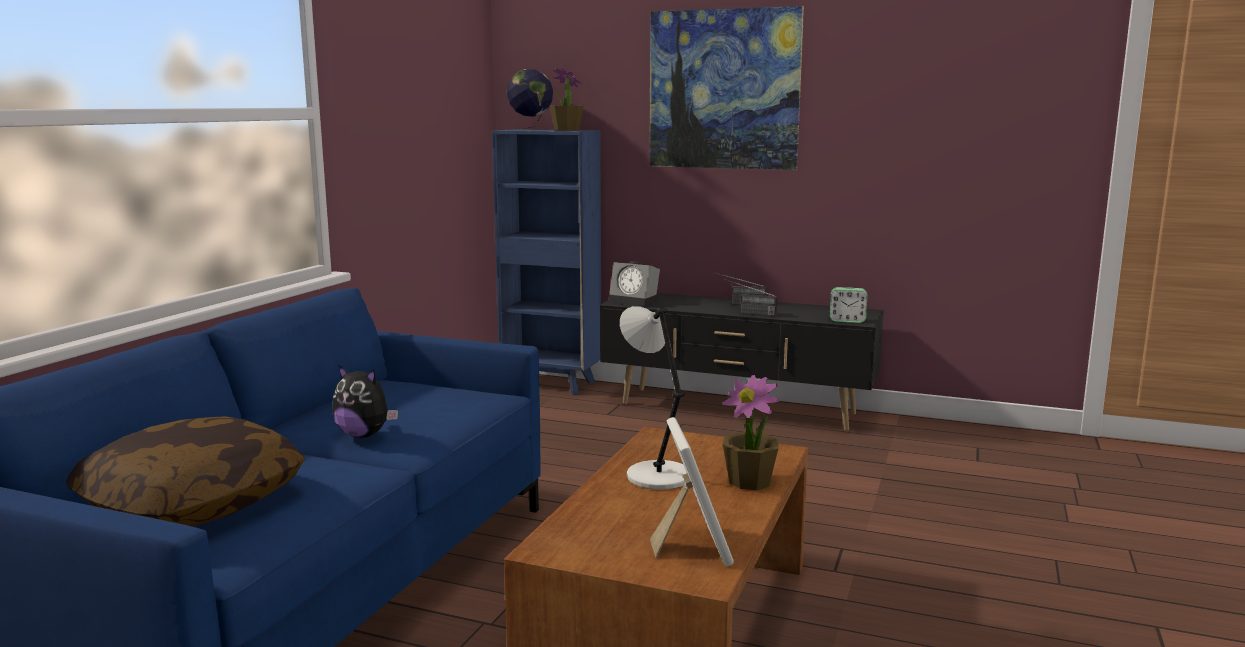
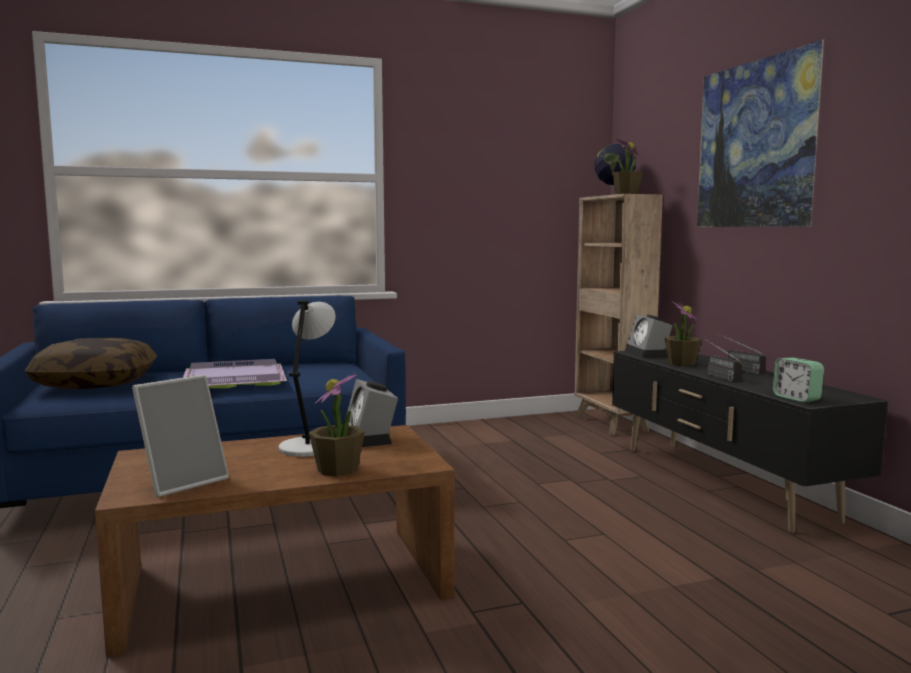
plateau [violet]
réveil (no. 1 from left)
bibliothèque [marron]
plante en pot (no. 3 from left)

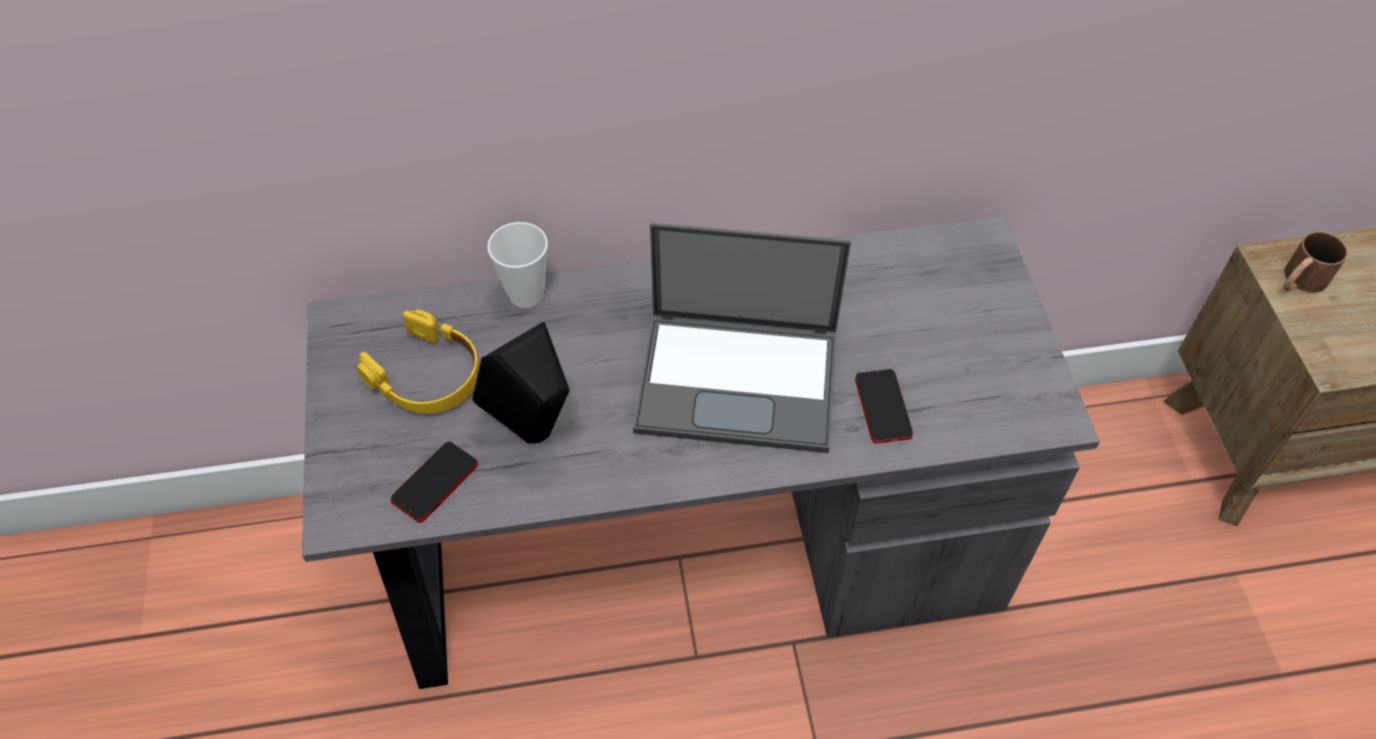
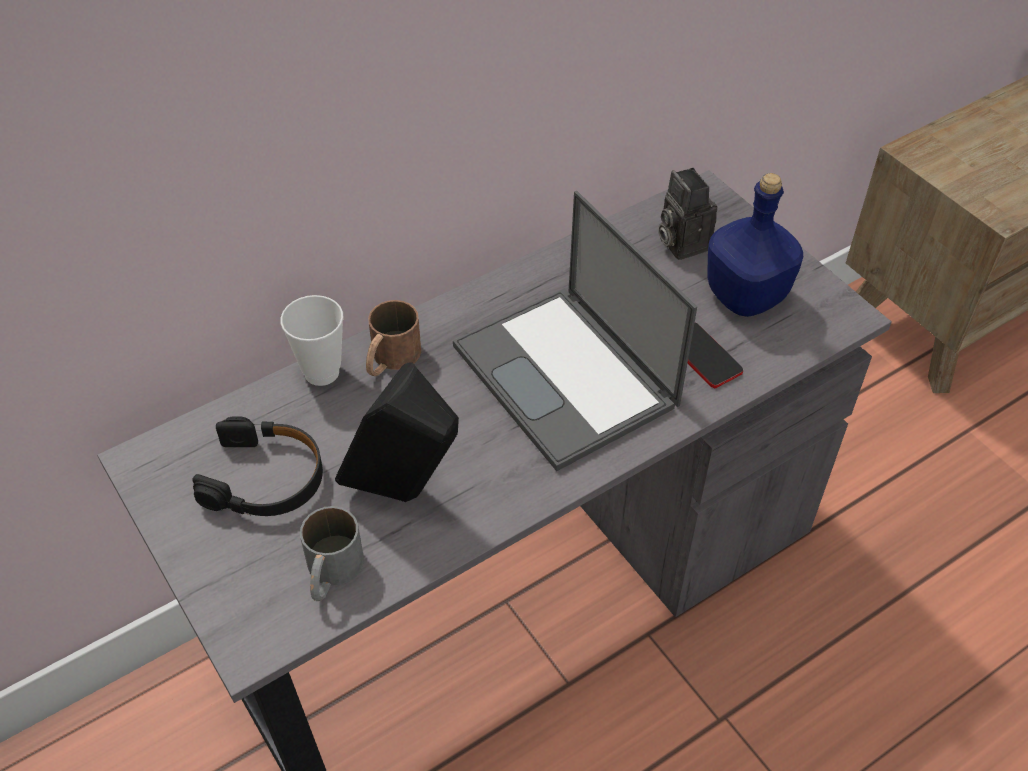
casque audio [noir]
mug [gris]
mug [marron]
ordinateur portable
appareil photo
bouteille [bleu]

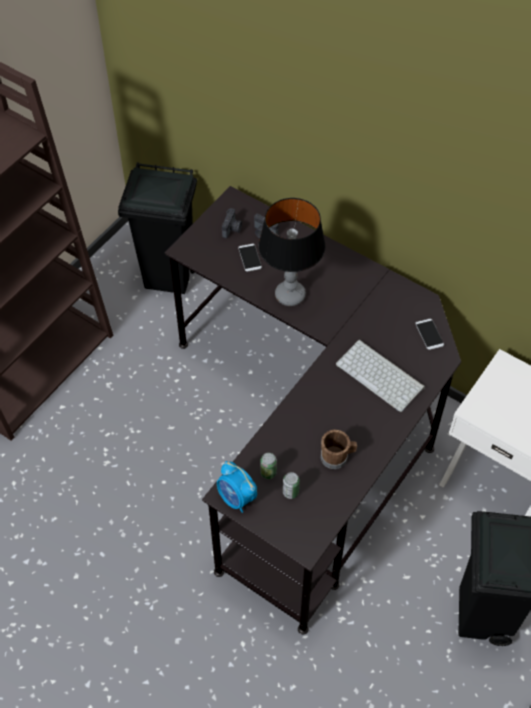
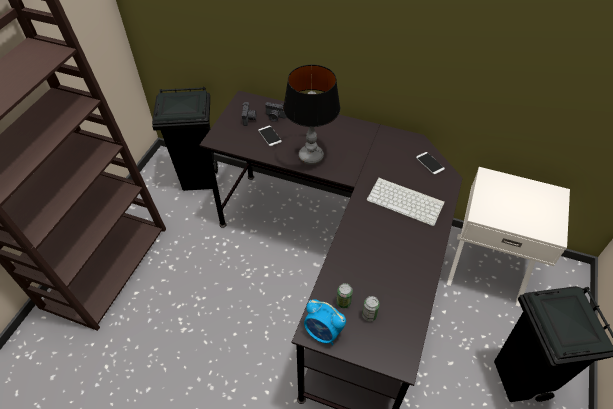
mug [marron]

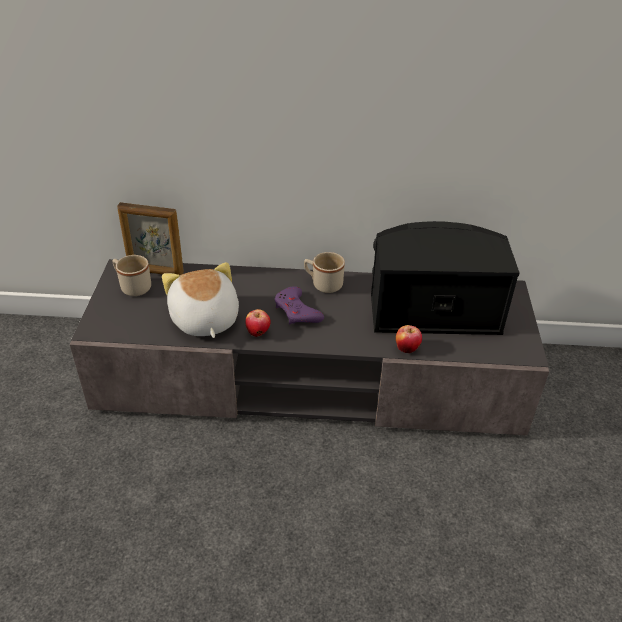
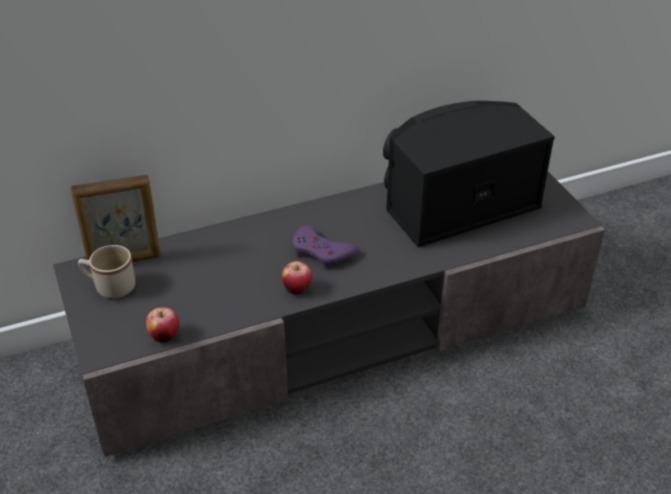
pomme (no. 1 from left)
peluche
mug [beige] (no. 2 from left in the first image)

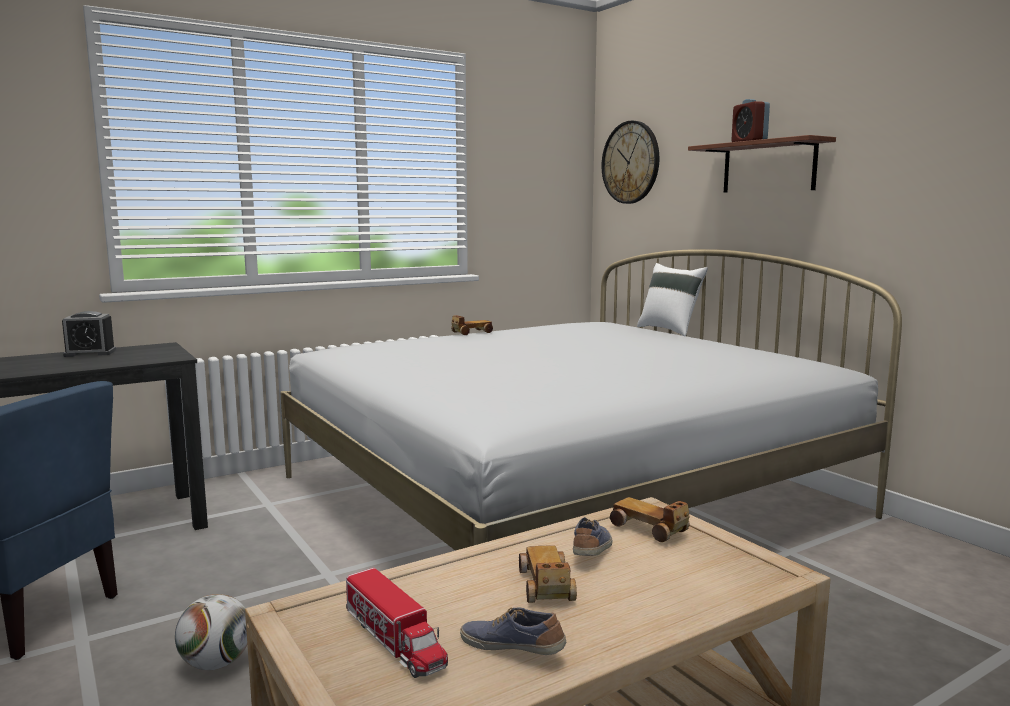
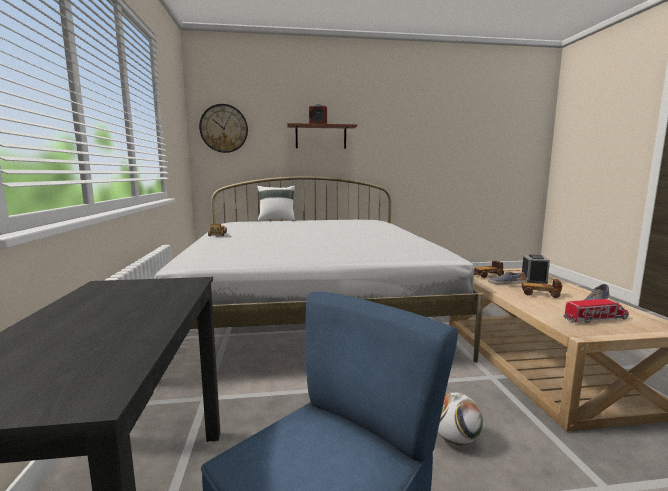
réveil (no. 2 from left)

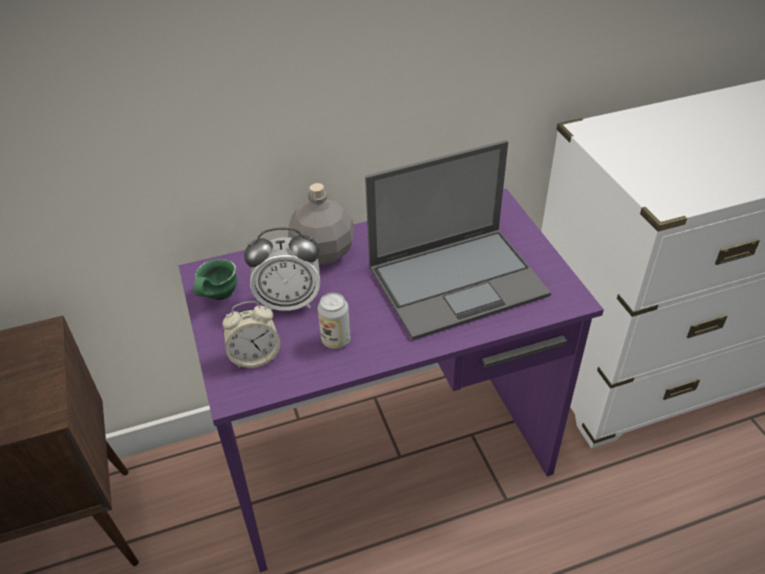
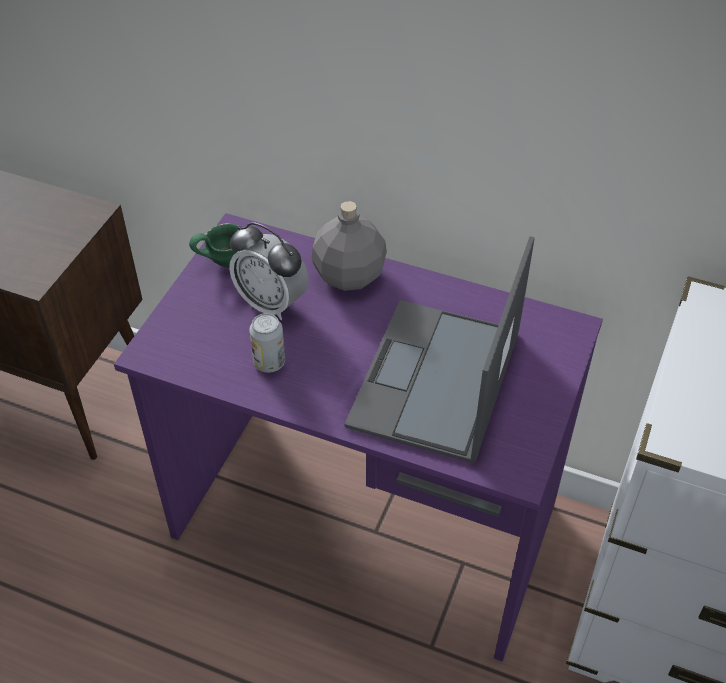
ordinateur portable
réveil (no. 1 from left in the first image)

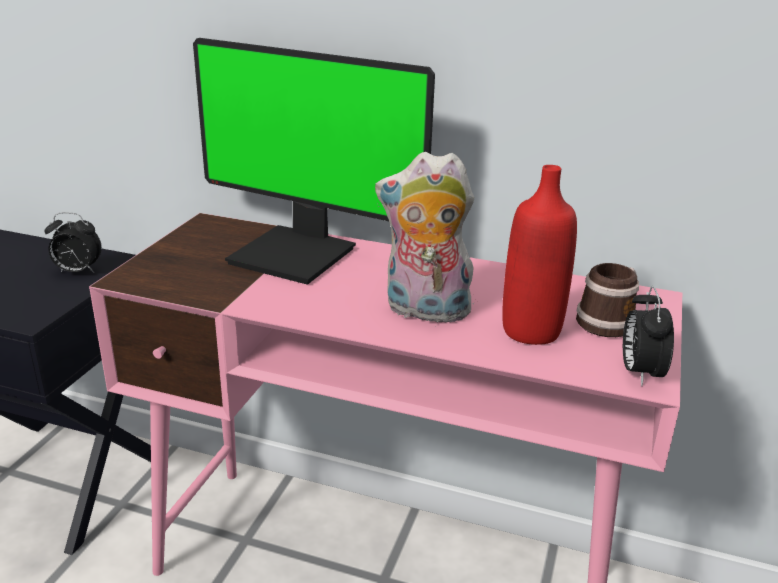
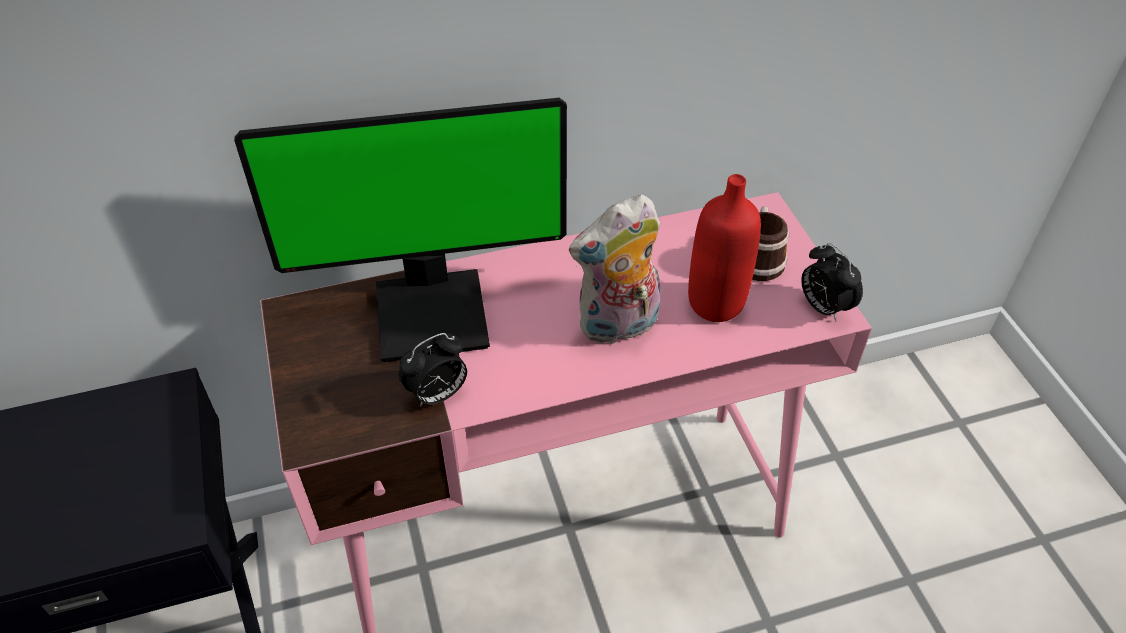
réveil (no. 1 from left)

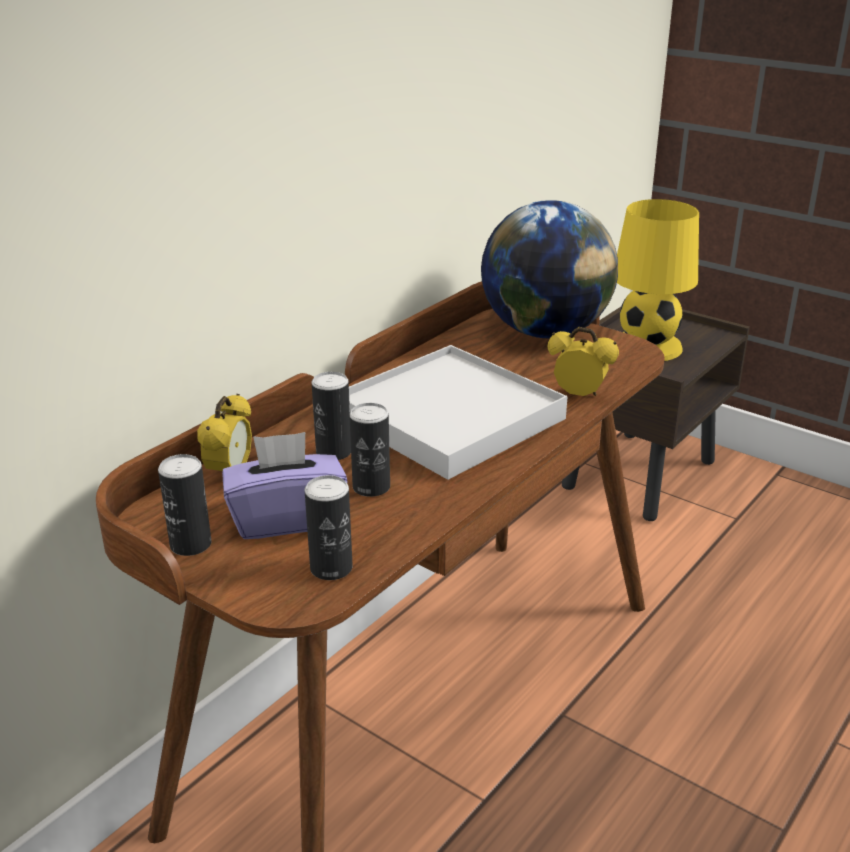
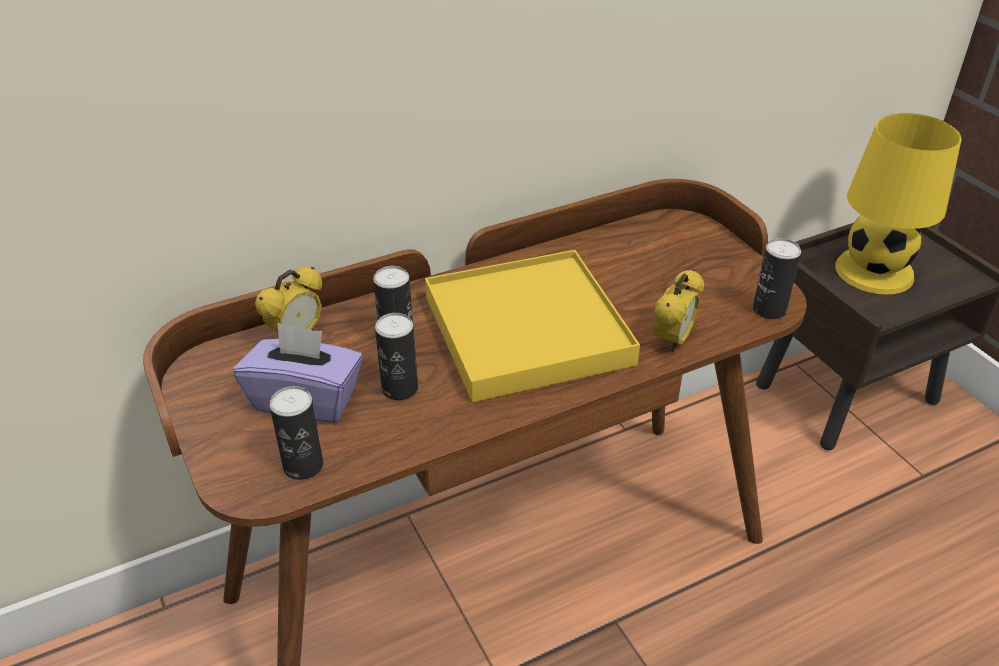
plateau [jaune]
réveil (no. 2 from left)
boîte métallique (no. 4 from left)
globe

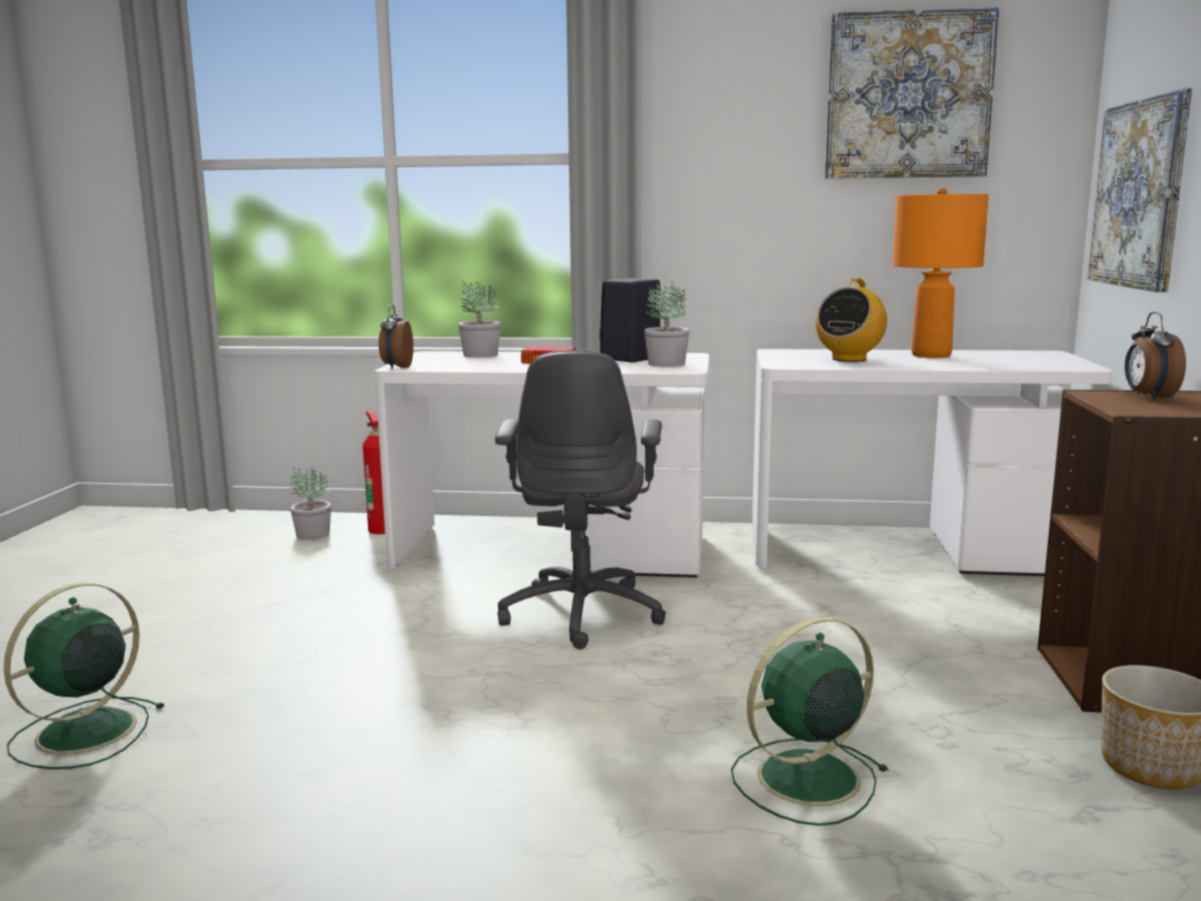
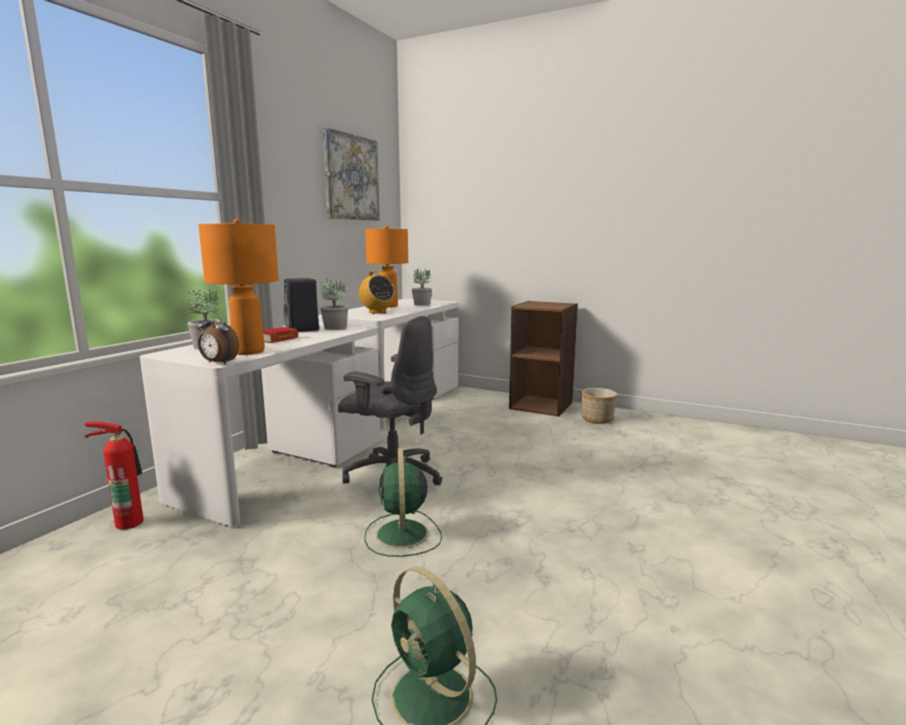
lampe de table [orange] (no. 1 from left)
ventilateur [vert] (no. 1 from left)
plante en pot (no. 3 from left)
tableau (no. 2 from left in the first image)
réveil (no. 2 from left in the first image)

